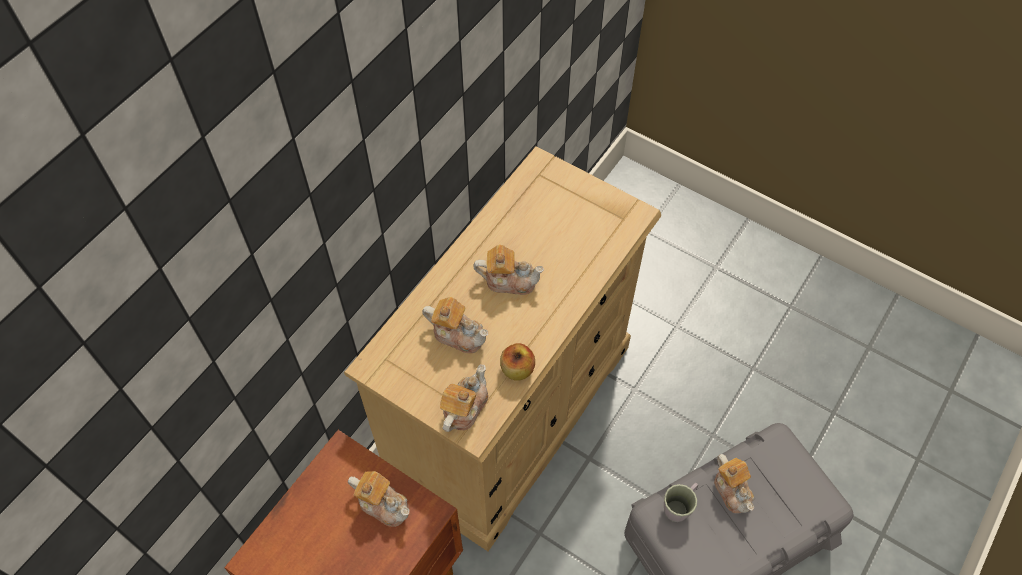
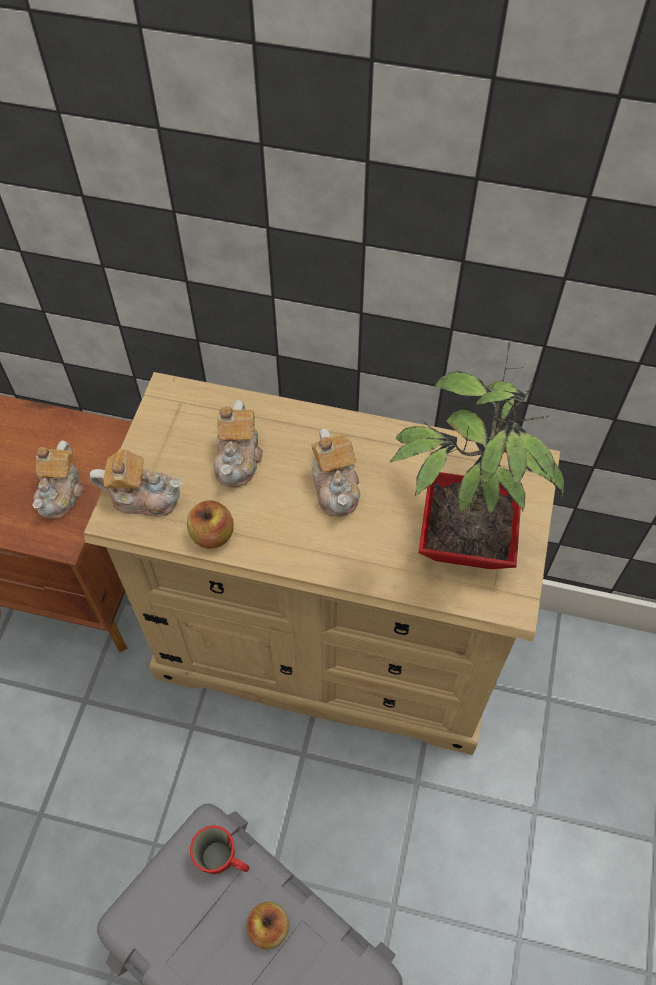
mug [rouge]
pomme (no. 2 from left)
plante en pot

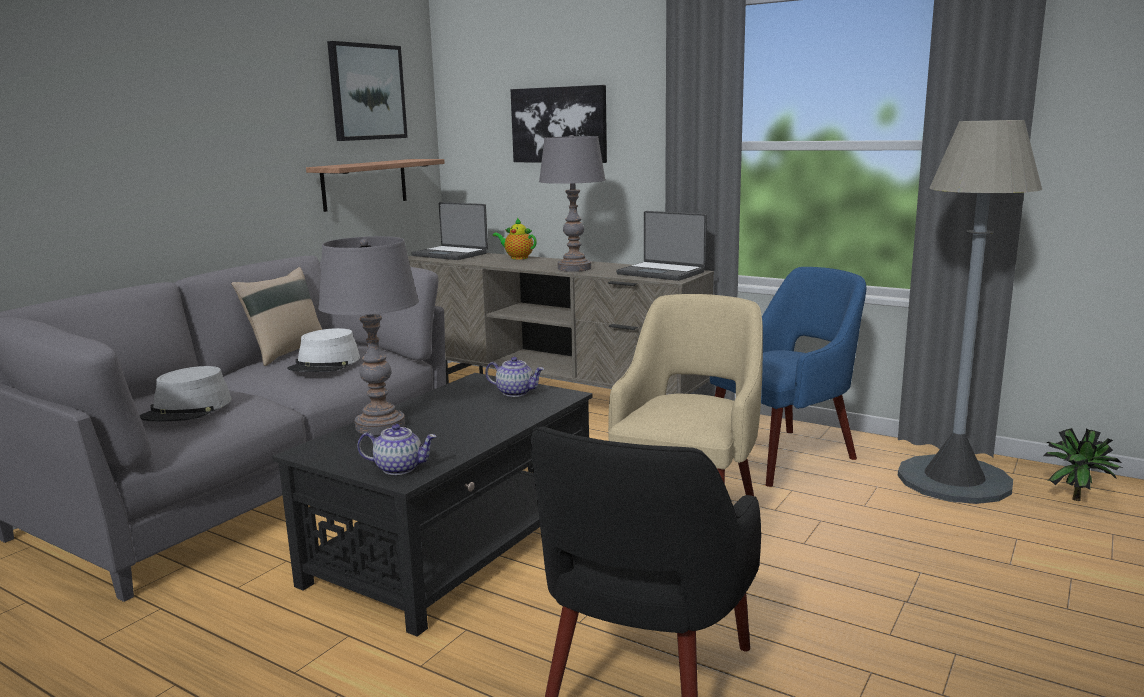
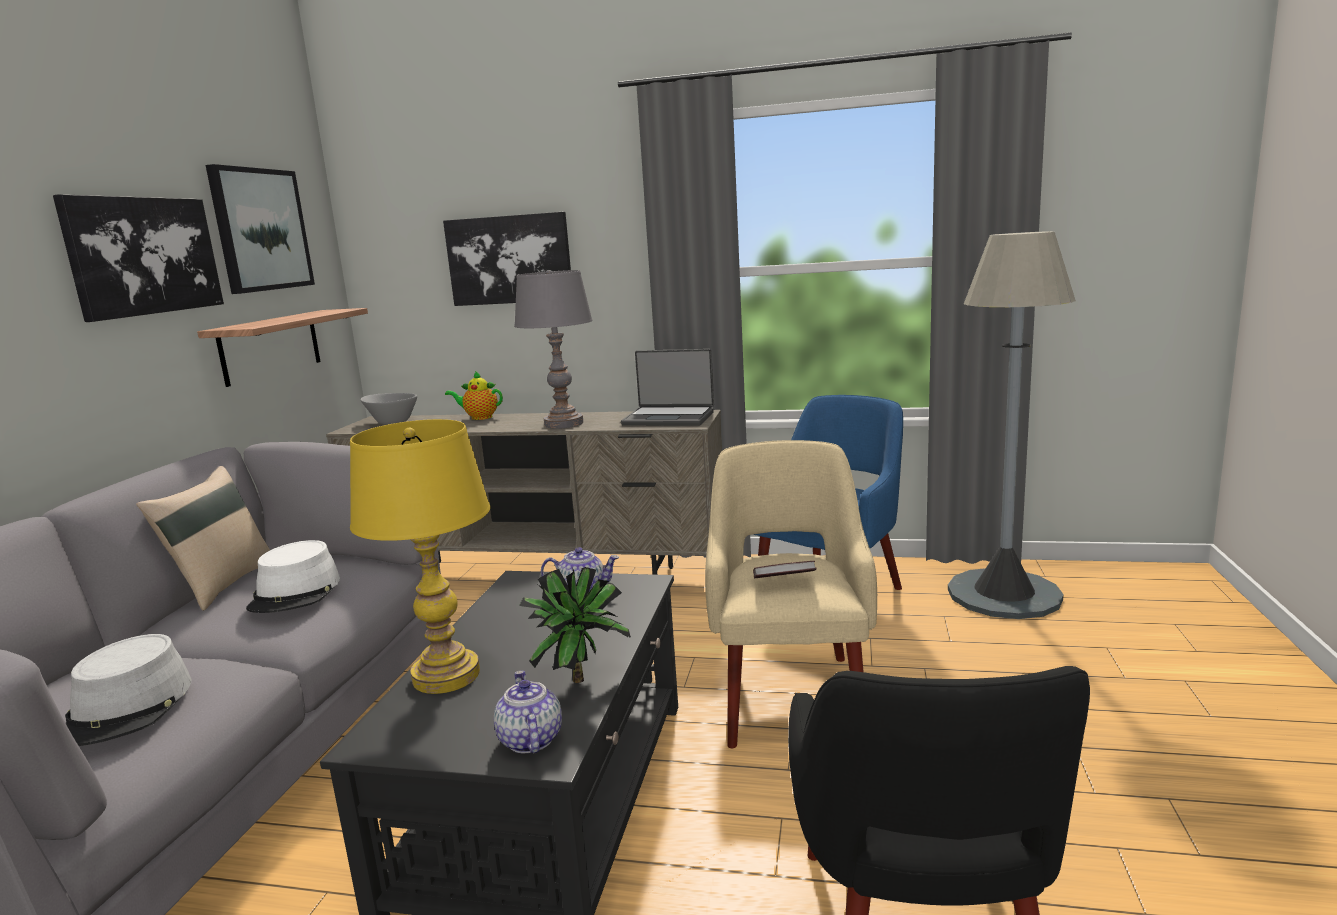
tableau (no. 1 from left)
lampe de table [jaune]
bol [gris]
théière (no. 2 from left)
plante en pot
livre

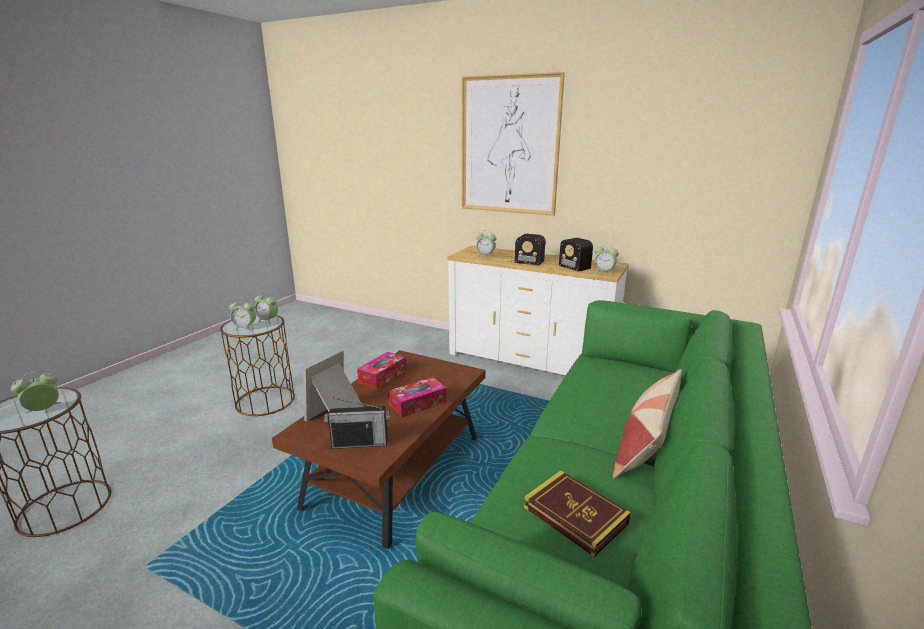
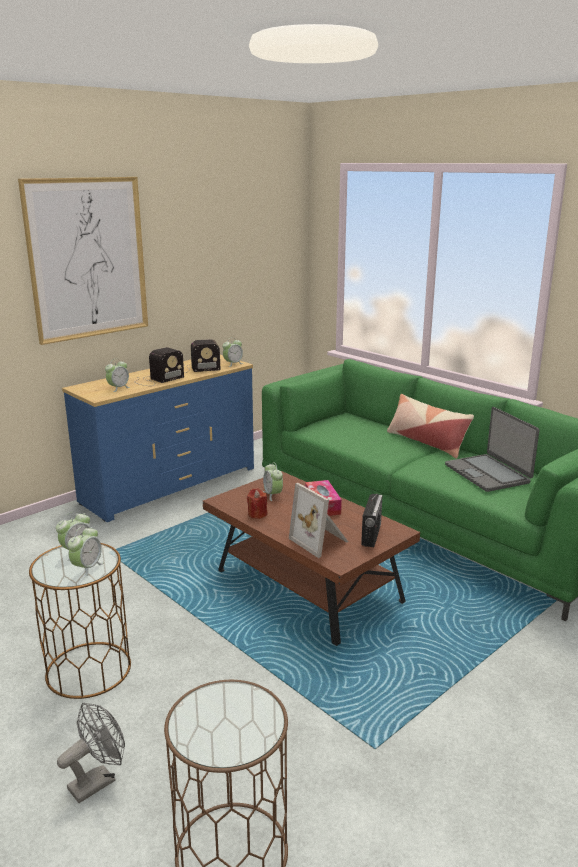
ventilateur [gris]
commode [bleu]
bougie [rouge]
réveil (no. 5 from left)
ordinateur portable

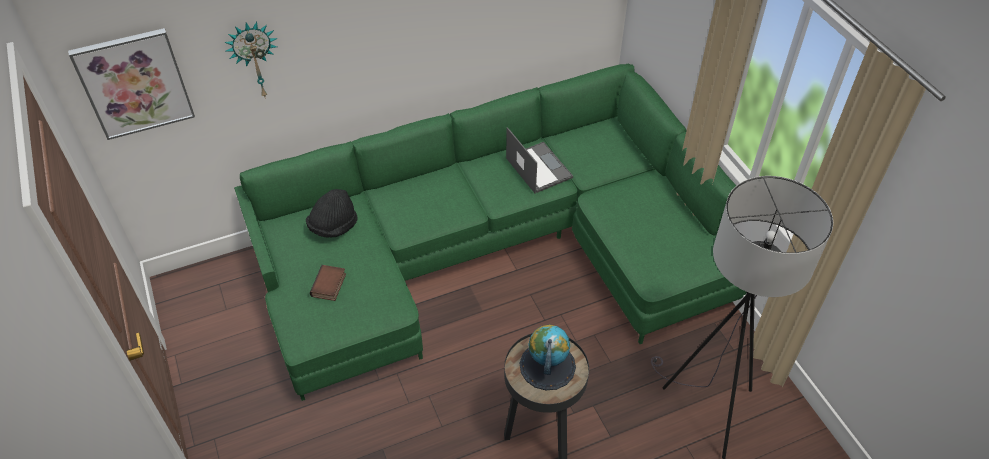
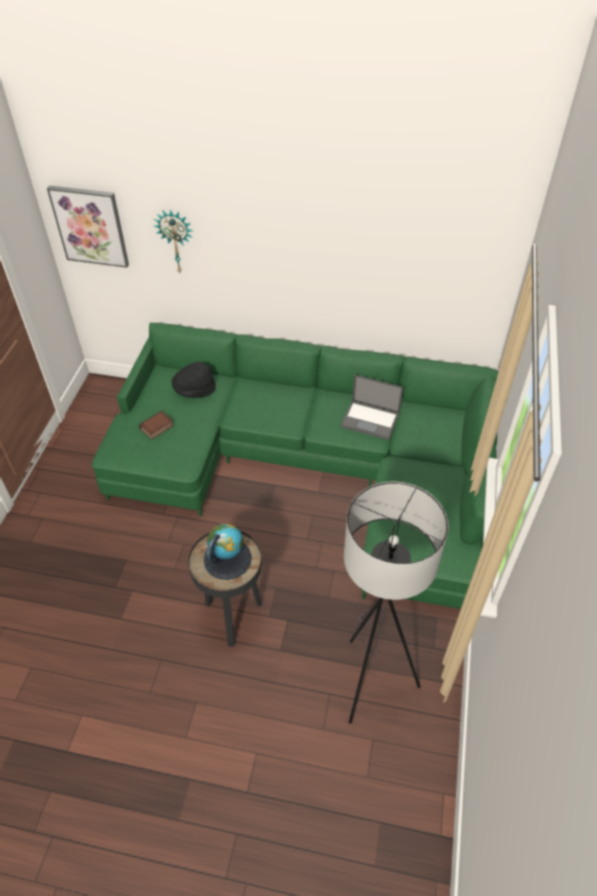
ordinateur portable

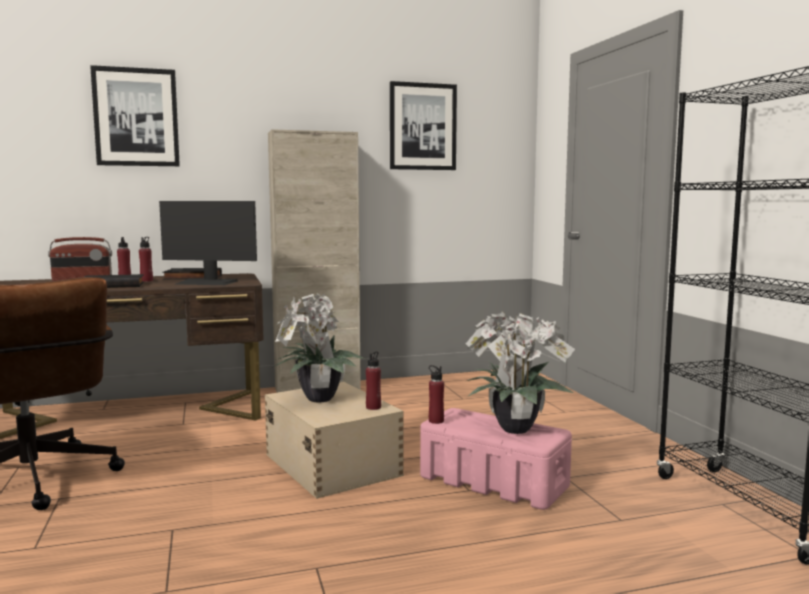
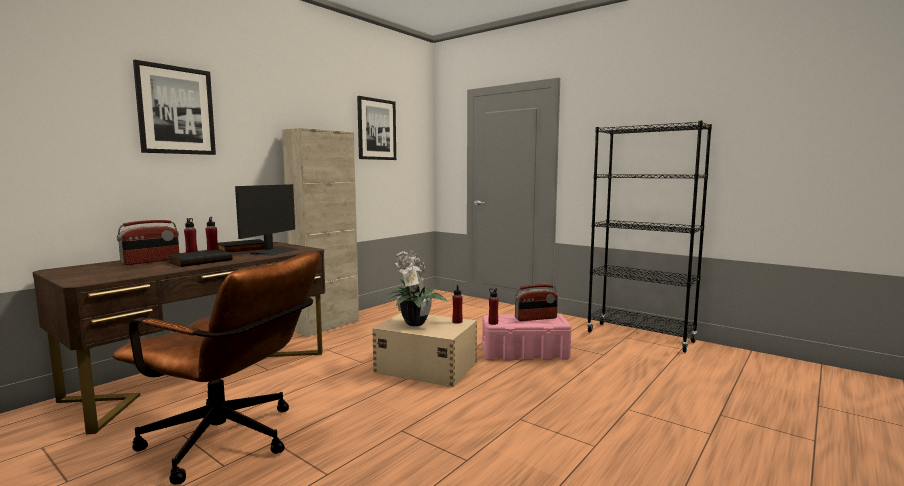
écran d'ordinateur
radio (no. 2 from left)

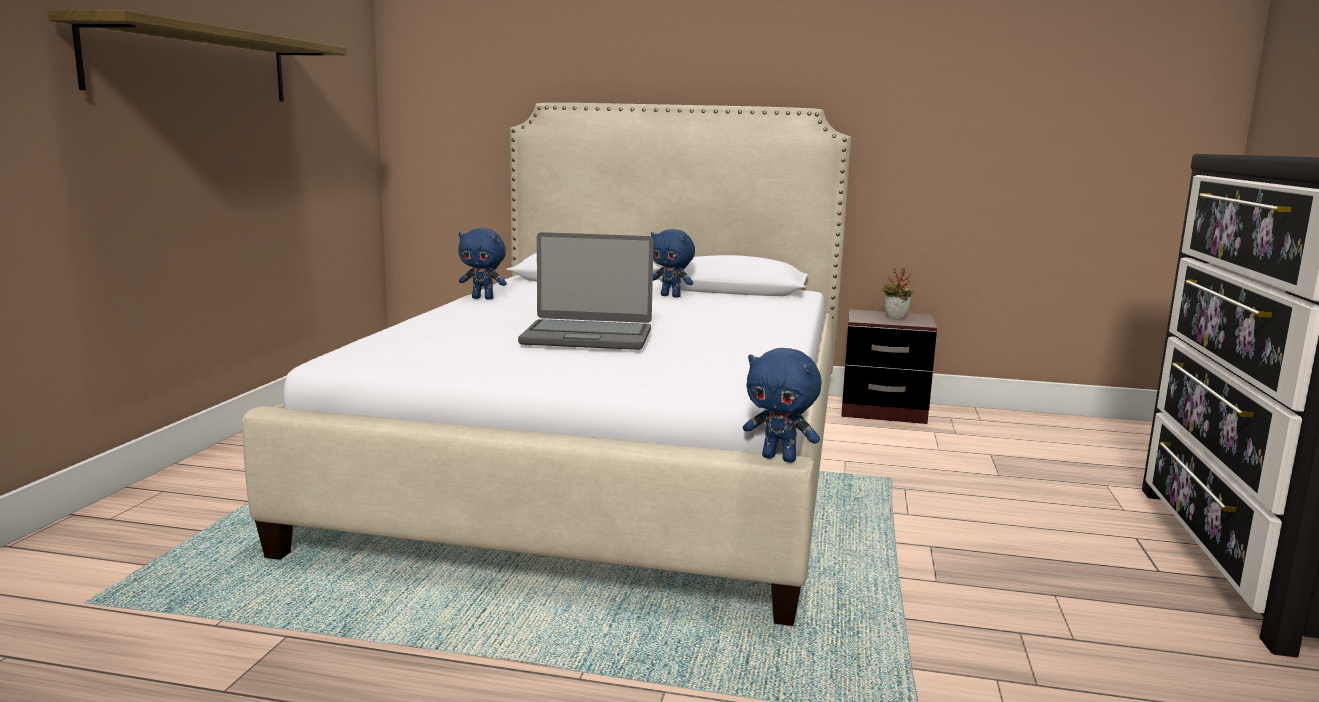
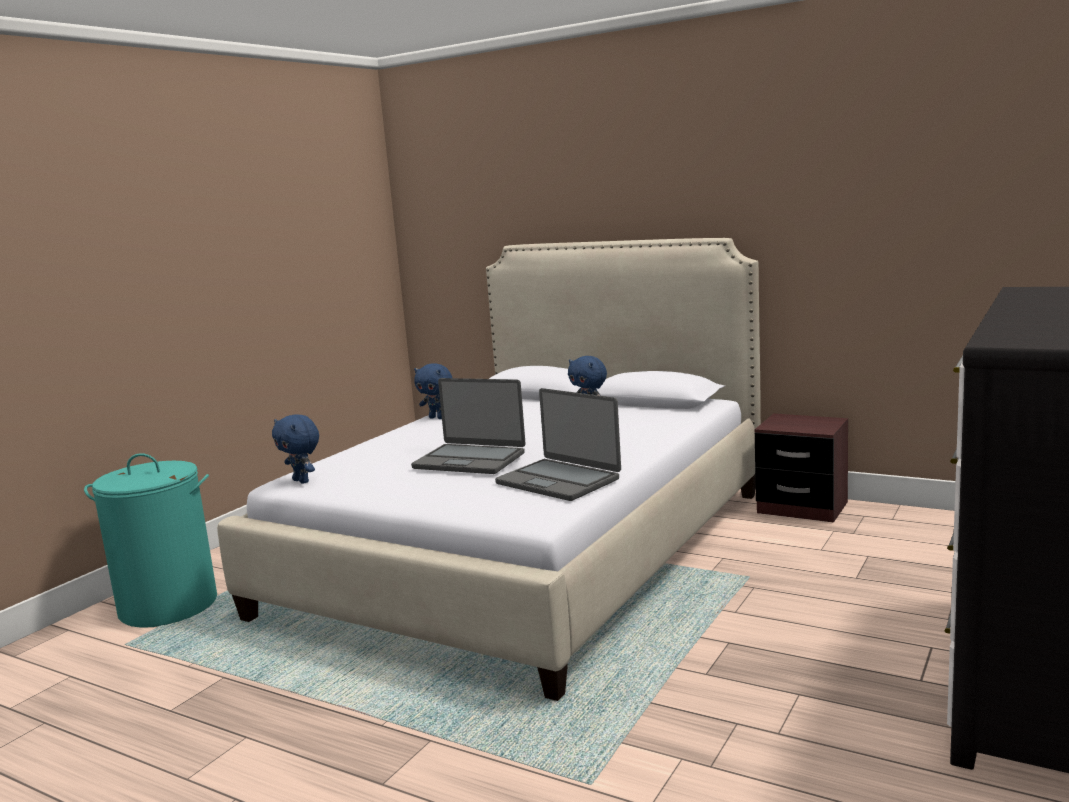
panier à linge [turquoise]
peluche [bleu] (no. 1 from left)
ordinateur portable (no. 2 from left)
étagère
plante en pot

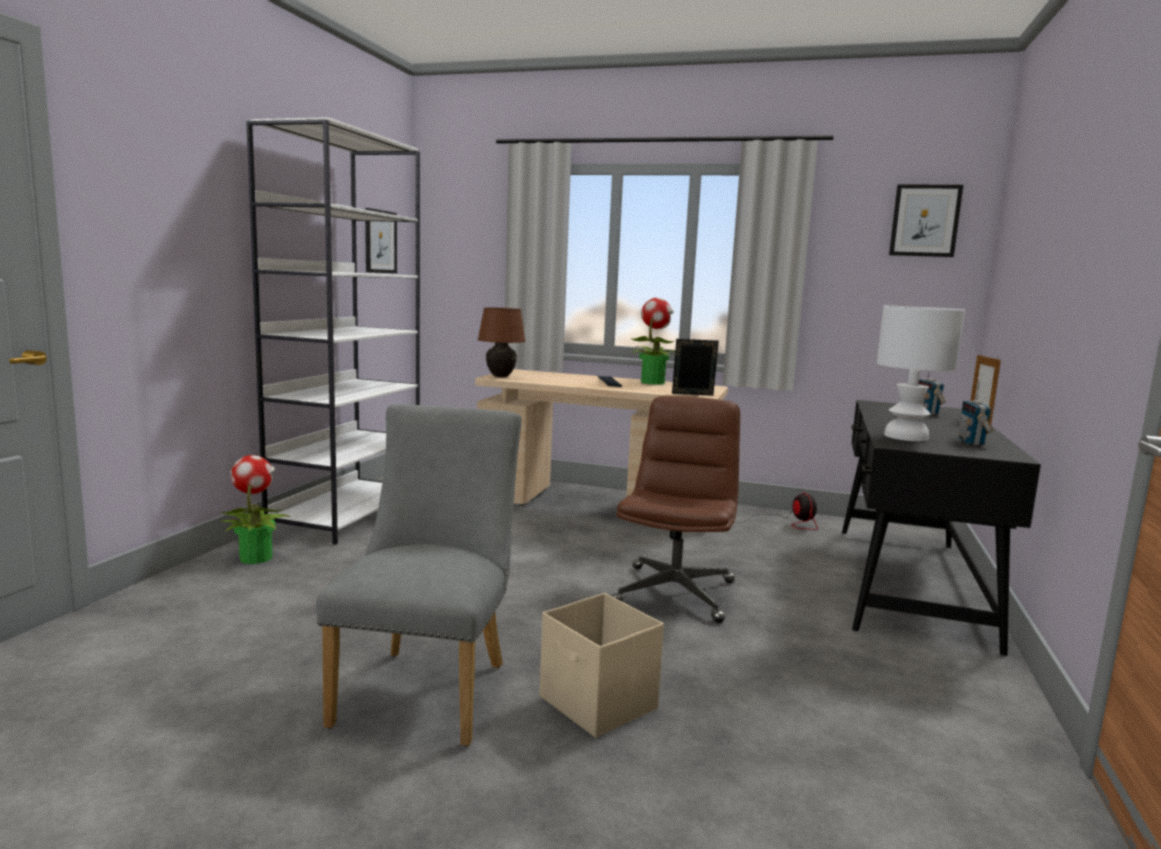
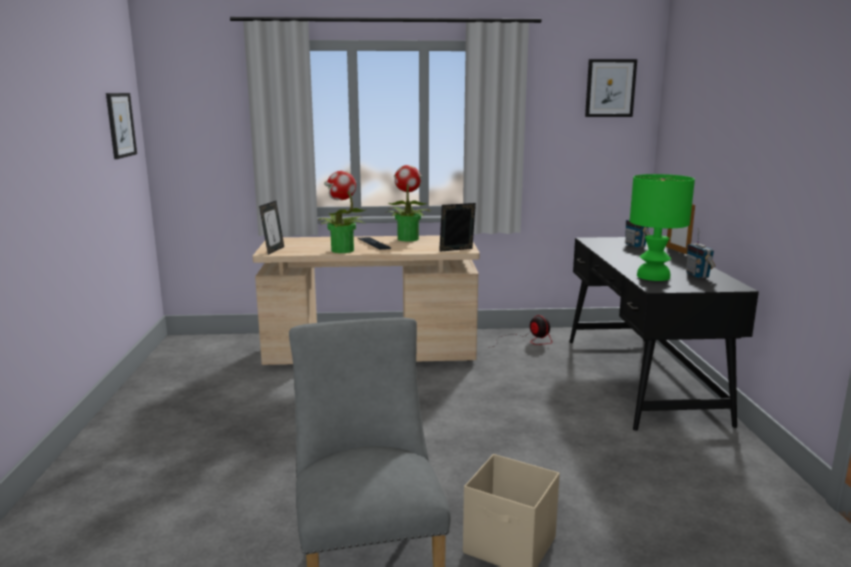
cadre photo (no. 1 from left)
plante en pot (no. 1 from left)
lampe de table [vert]
bibliothèque [blanc]
chaise de bureau [marron]

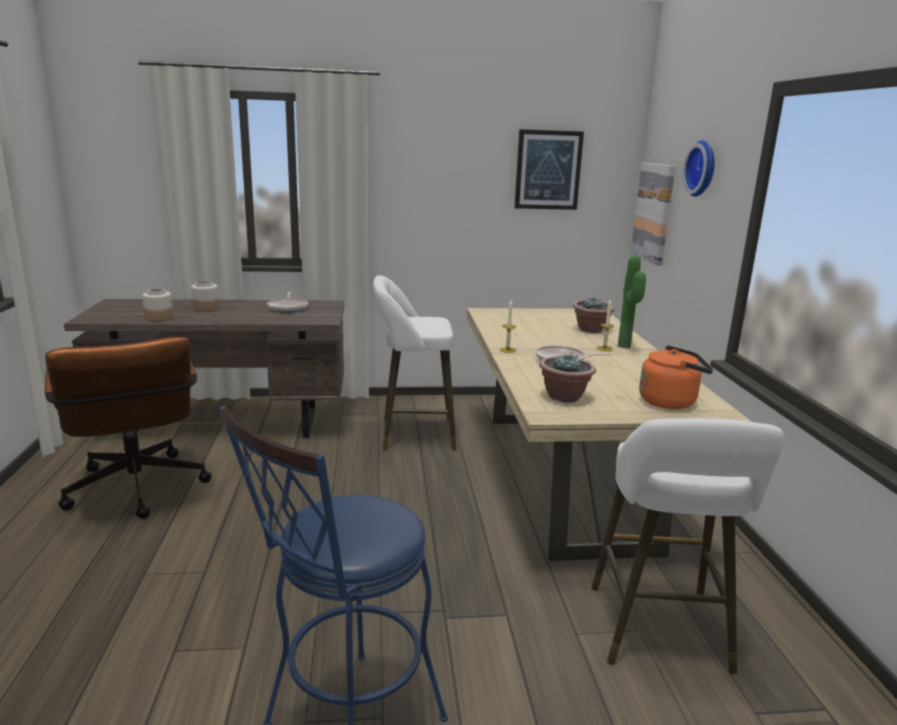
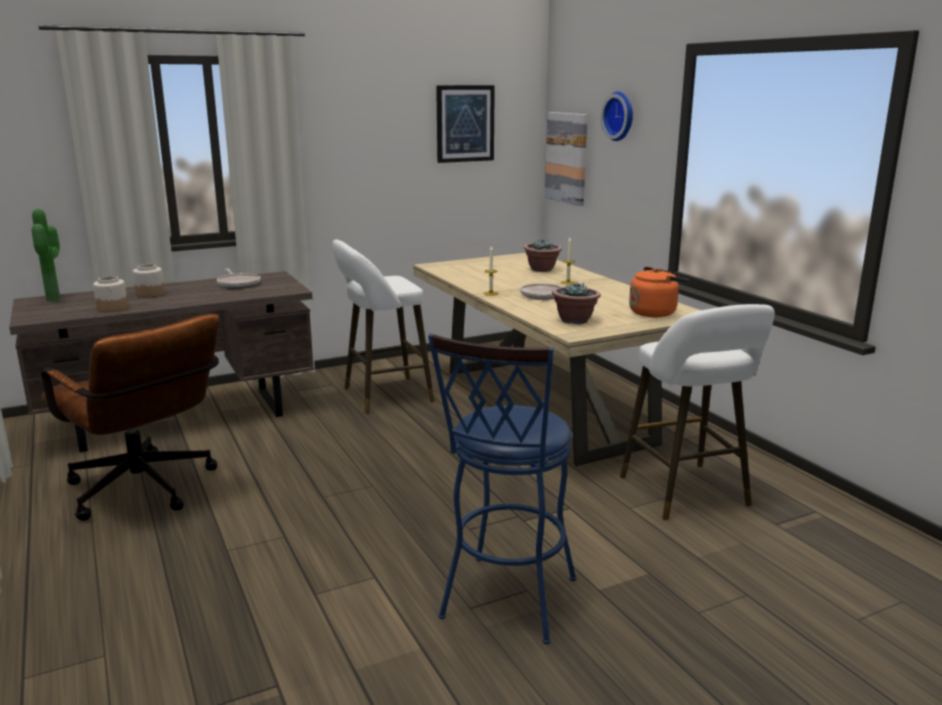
plante en pot (no. 1 from left)

